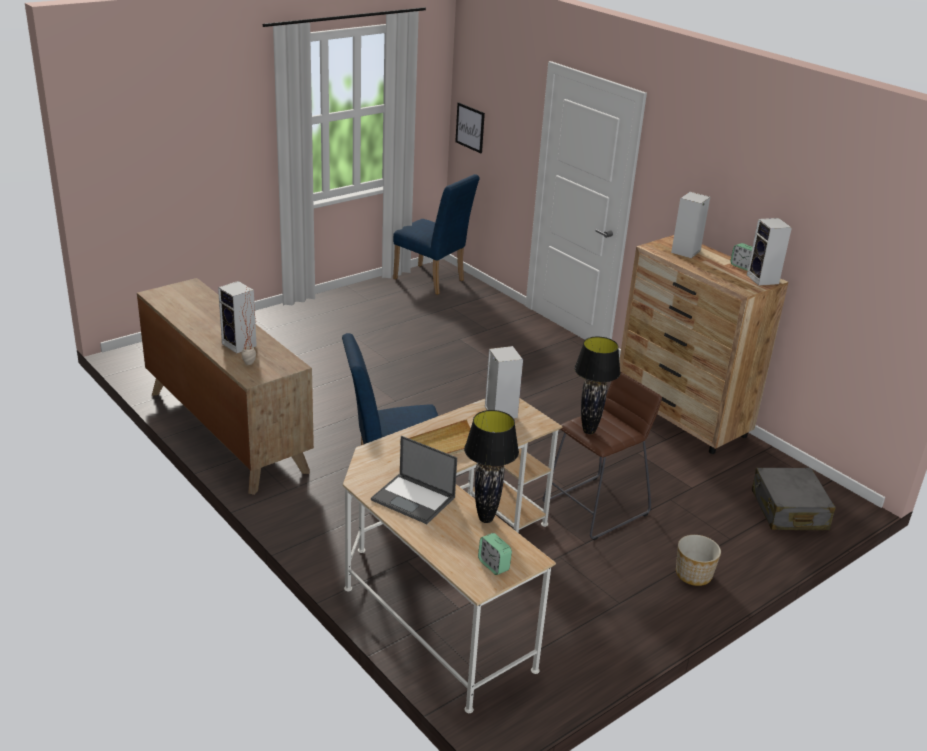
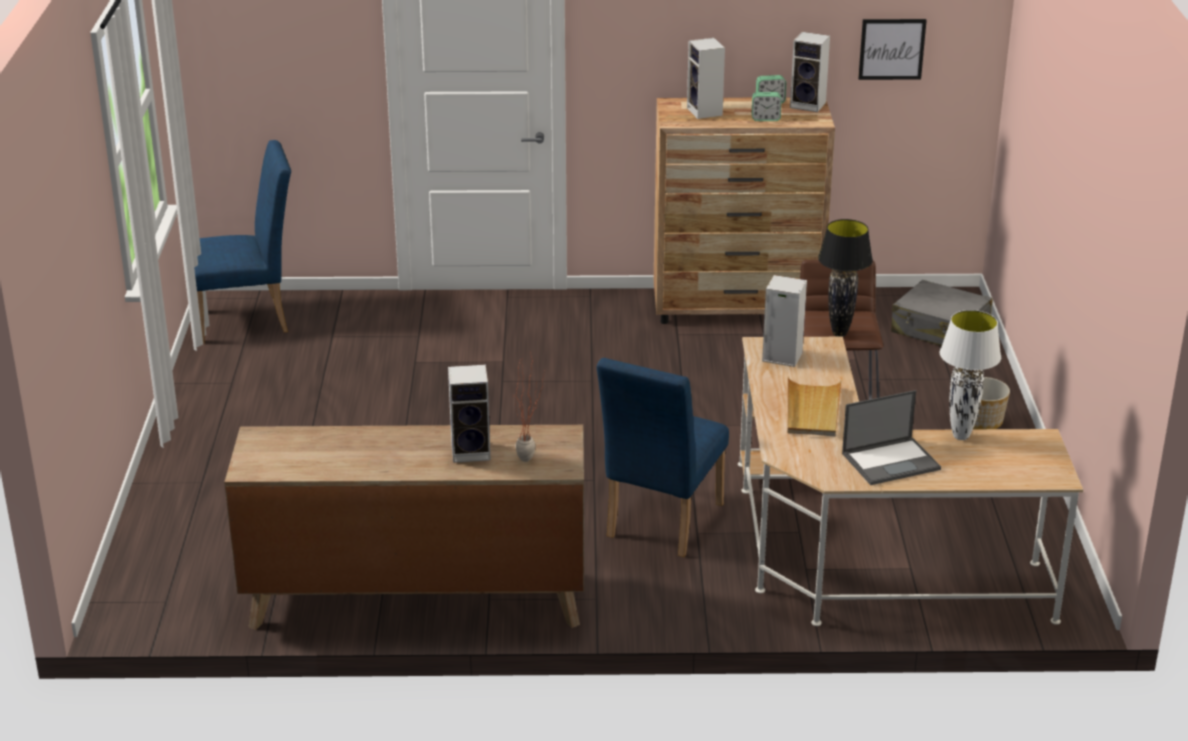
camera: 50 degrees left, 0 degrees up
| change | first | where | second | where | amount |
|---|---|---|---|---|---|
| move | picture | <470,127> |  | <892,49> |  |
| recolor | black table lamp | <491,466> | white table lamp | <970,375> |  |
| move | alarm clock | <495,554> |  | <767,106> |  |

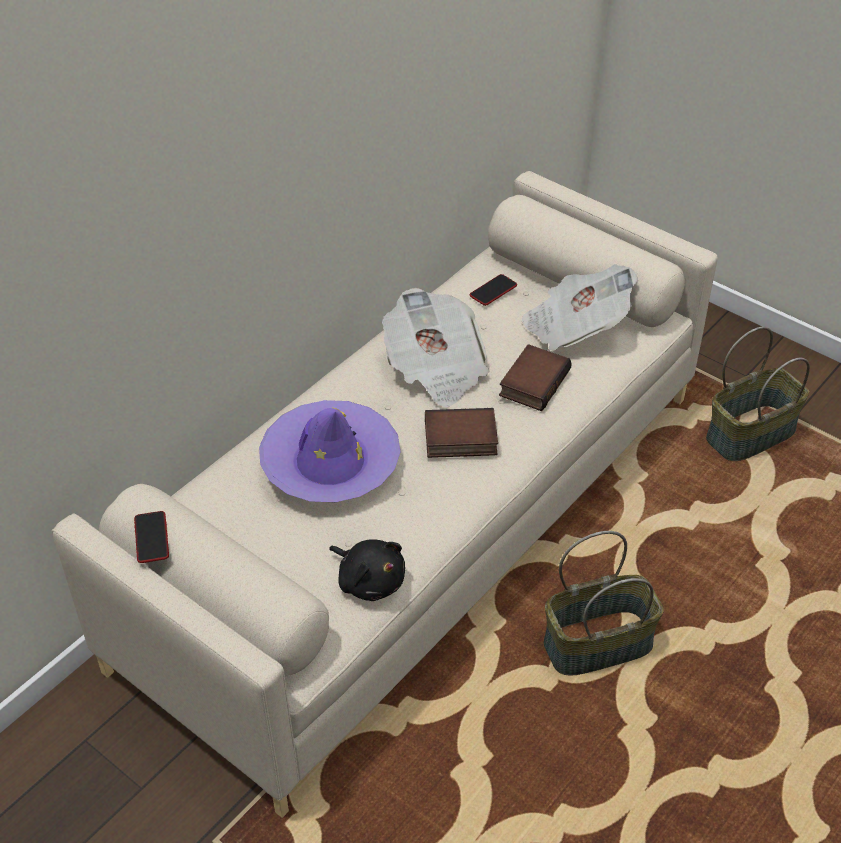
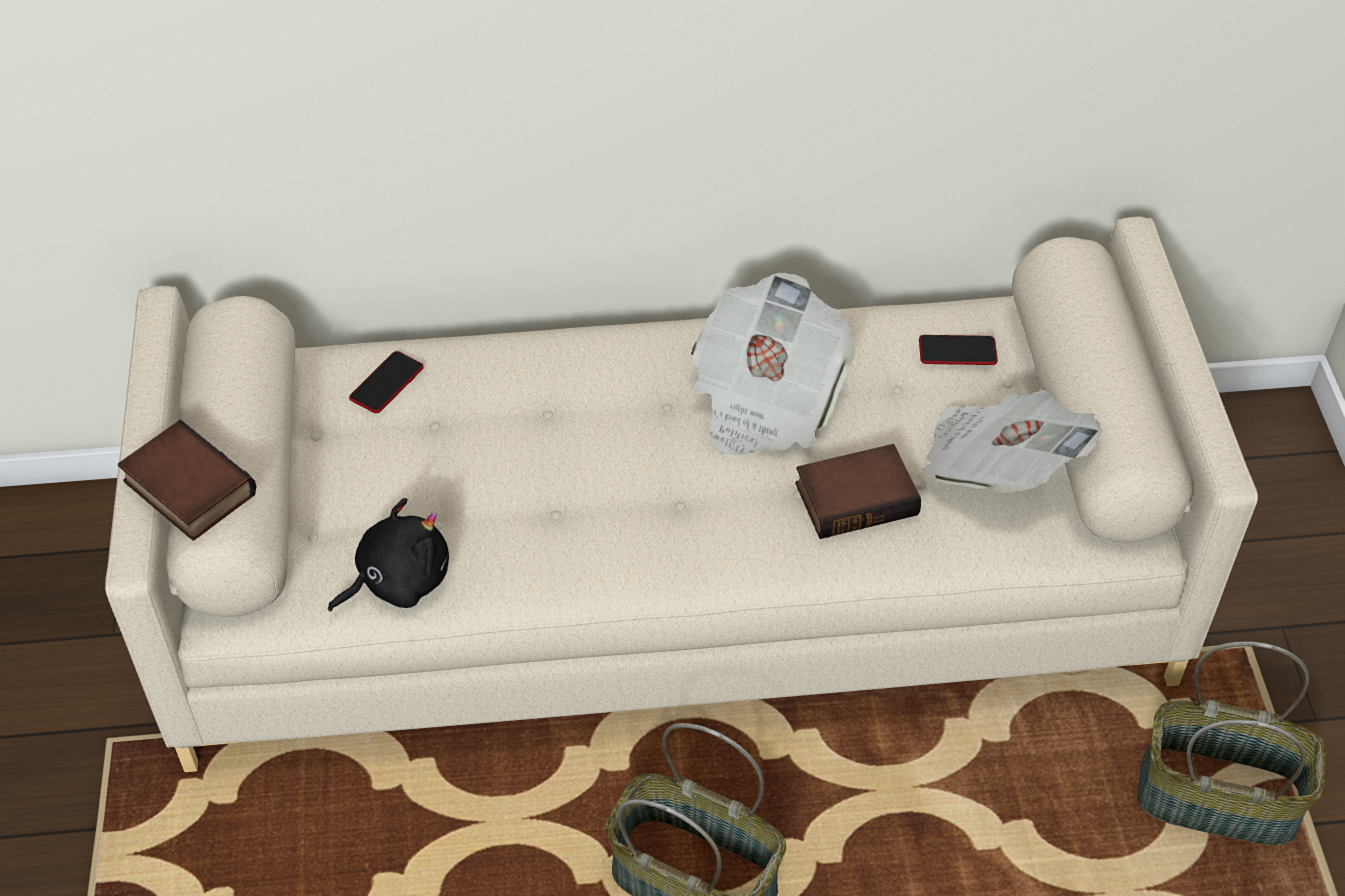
camera: 45 degrees right, 5 degrees up
| change | first | where | second | where | amount |
|---|---|---|---|---|---|
| delete | purple hat | <330,451> |  |  |  |
| move | book | <461,433> |  | <187,480> |  |
| move | phone | <151,537> |  | <386,382> |  |
| rotate | black plush toy | <367,570> |  | <388,555> | 120 degrees counterclockwise |

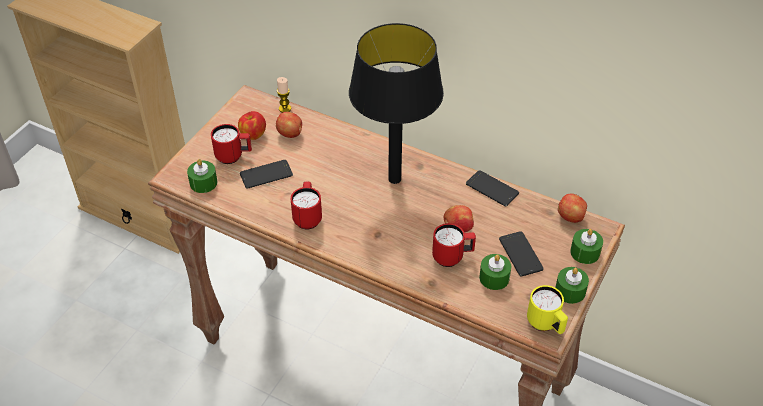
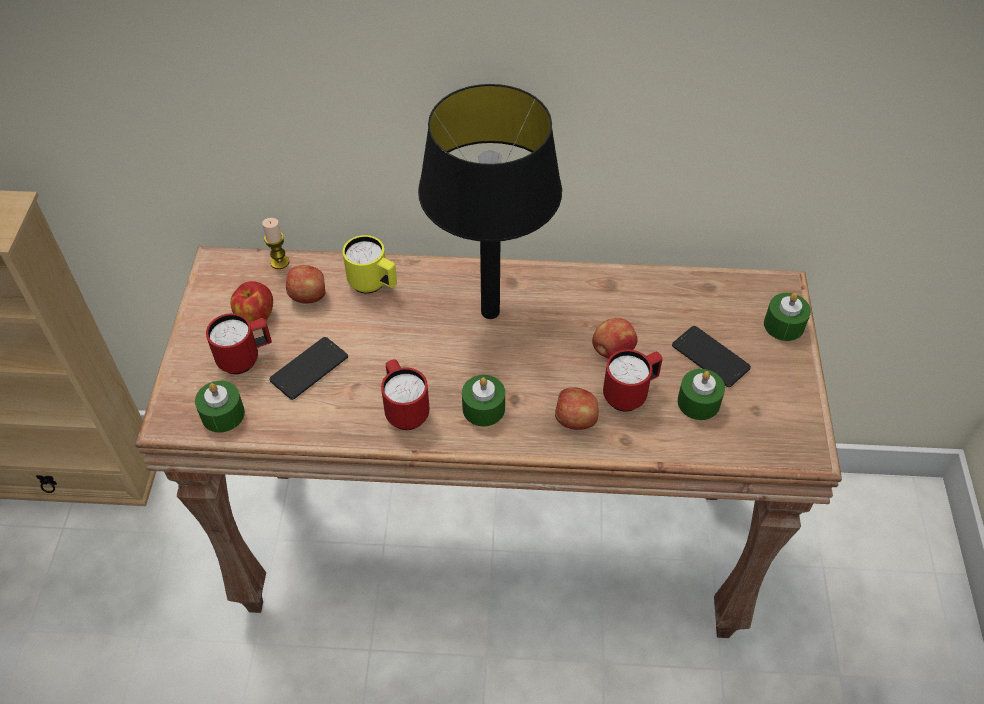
camera: 25 degrees left, 5 degrees up
| change | first | where | second | where | amount |
|---|---|---|---|---|---|
| delete | phone | <492,188> |  |  |  |
| move | apple | <572,208> |  | <577,408> |  |
| move | green candle | <572,285> |  | <483,400> |  |
| move | yellow mug | <547,309> |  | <369,264> |  |

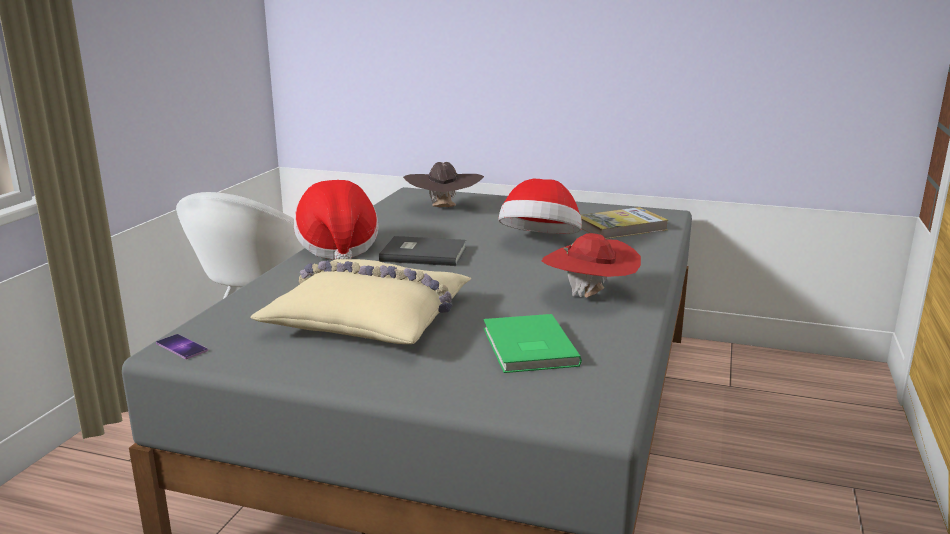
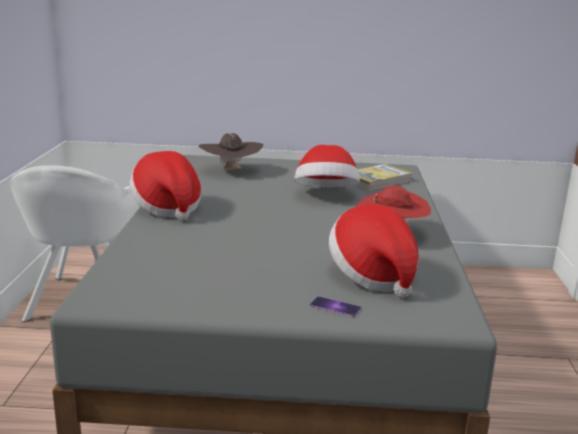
camera: 15 degrees left, 0 degrees up
| change | first | where | second | where | amount |
|---|---|---|---|---|---|
| delete | grey book | <422,251> |  |  |  |
| delete | beige pillow | <360,301> |  |  |  |
| replace | green book | <532,343> | hat | <374,251> |  |
| move | phone | <182,346> |  | <335,306> |  |

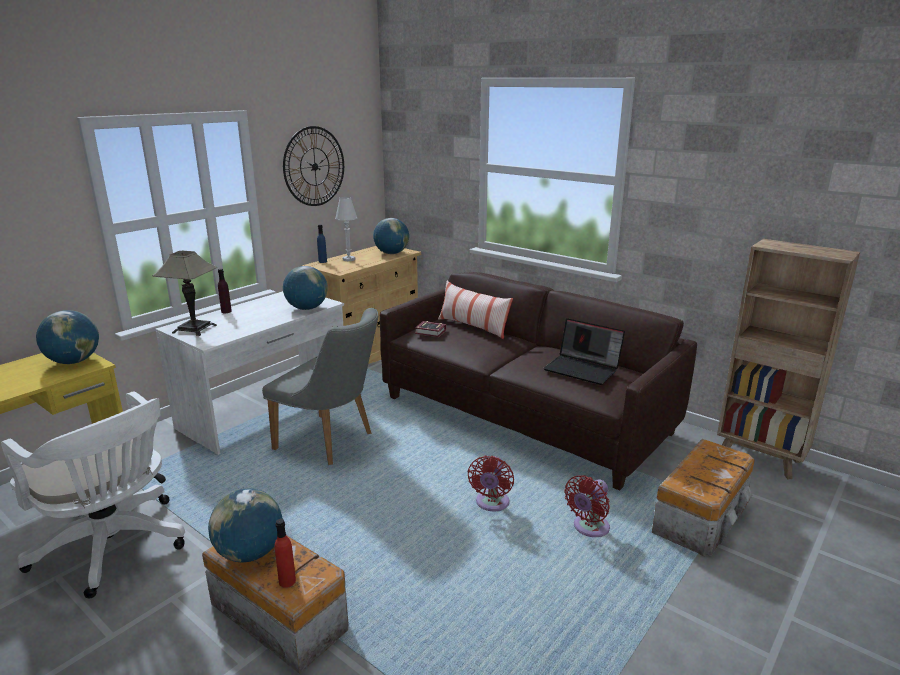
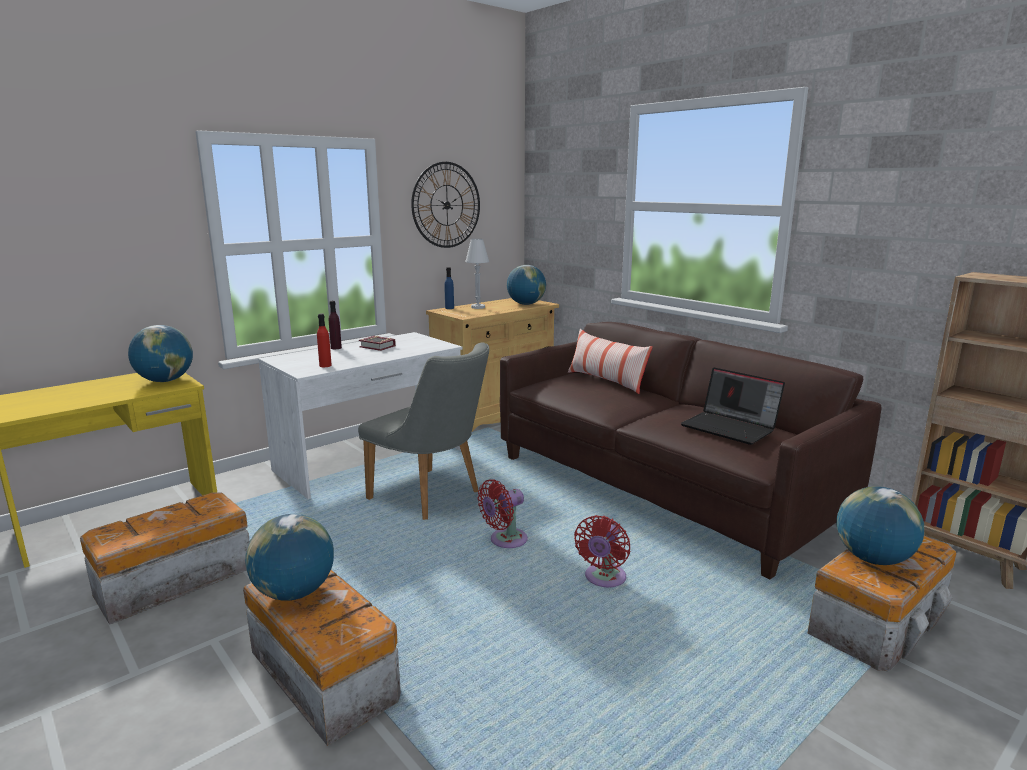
camera: 10 degrees right, 5 degrees down
| change | first | where | second | where | amount |
|---|---|---|---|---|---|
| delete | table lamp | <184,293> |  |  |  |
| move | globe | <305,288> |  | <880,525> |  |
| move | book | <430,329> |  | <377,343> |  |
| replace | white office chair | <93,494> | storage box | <165,558> |  |
| move | red fan | <587,506> |  | <503,513> |  |
| move | red bottle | <285,553> |  | <324,340> |  |

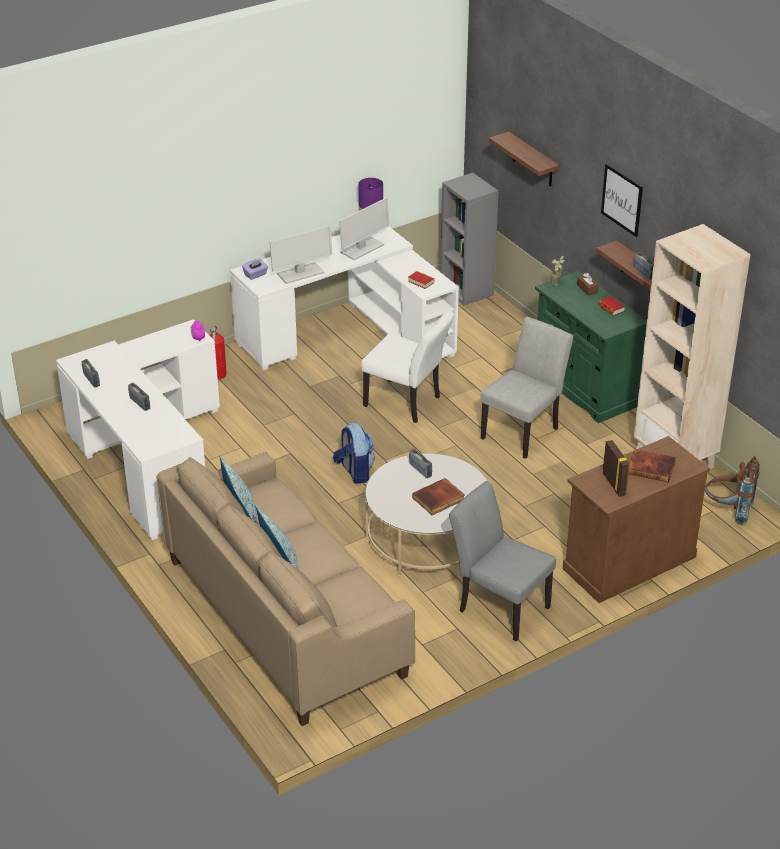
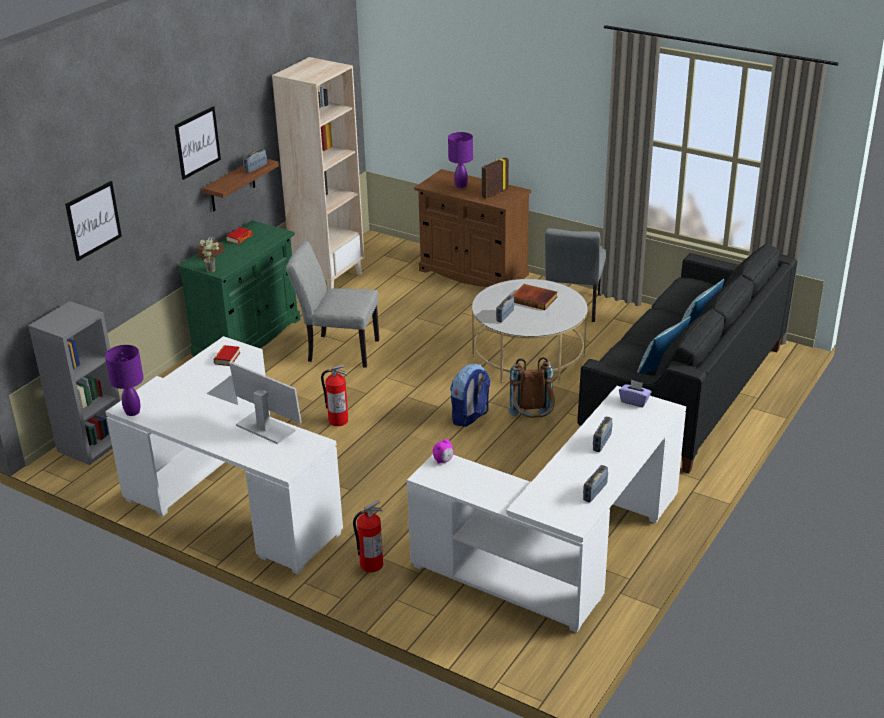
camera: 115 degrees left, 5 degrees down
| change | first | where | second | where | amount |
|---|---|---|---|---|---|
| replace | shelf | <524,159> | picture | <93,221> |  |
| delete | monitor | <364,229> |  |  |  |
| move | purple tissue box | <255,269> |  | <635,393> |  |
| replace | white chair | <407,367> | fire extinguisher | <334,395> |  |
| replace | book | <652,466> | purple table lamp | <460,160> |  |
| recolor | beige sofa | <285,589> | black sofa | <687,358> |  |
| move | brown backpack | <732,490> |  | <531,387> |  |

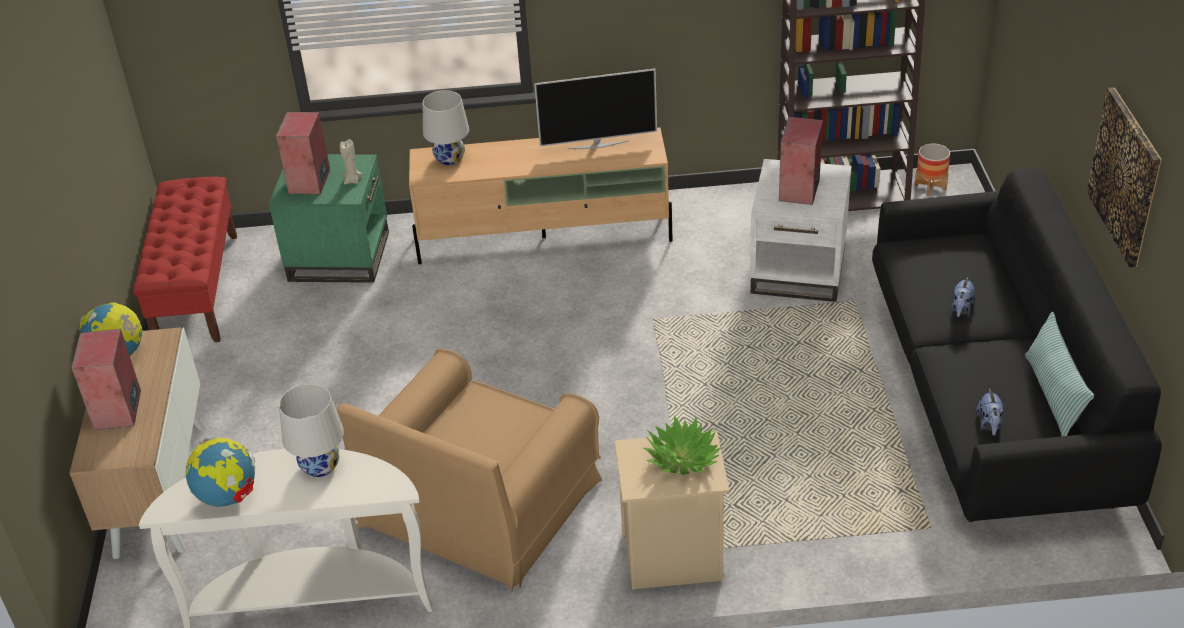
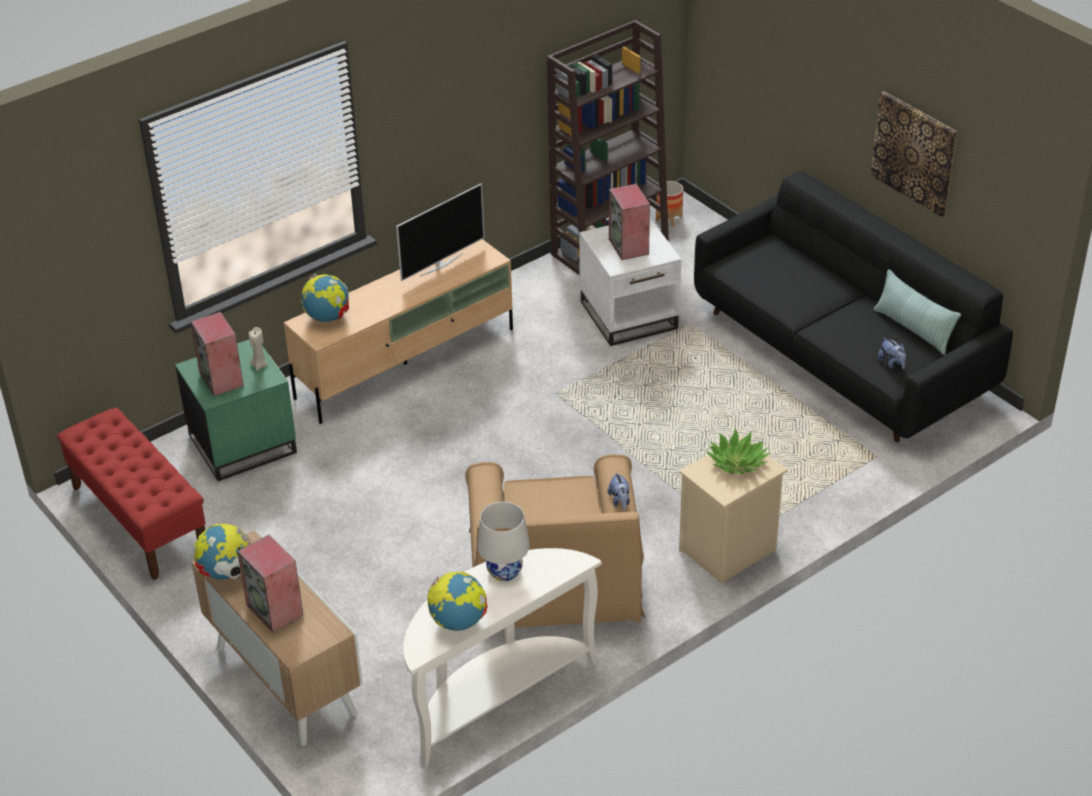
camera: 35 degrees left, 0 degrees up
| change | first | where | second | where | amount |
|---|---|---|---|---|---|
| replace | white table lamp | <446,127> | globe | <325,298> |  |
| move | plush toy | <964,297> |  | <619,491> |  |

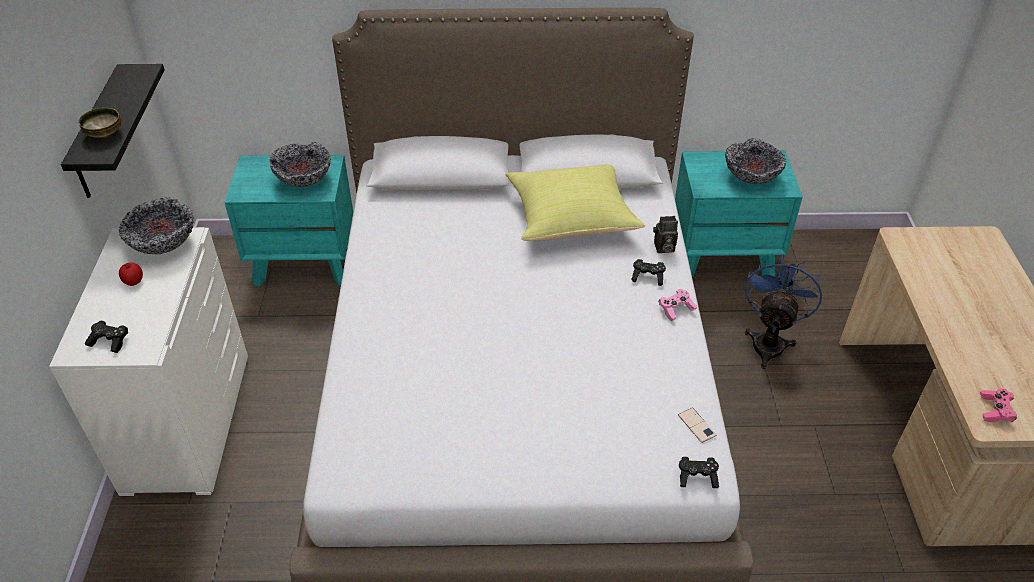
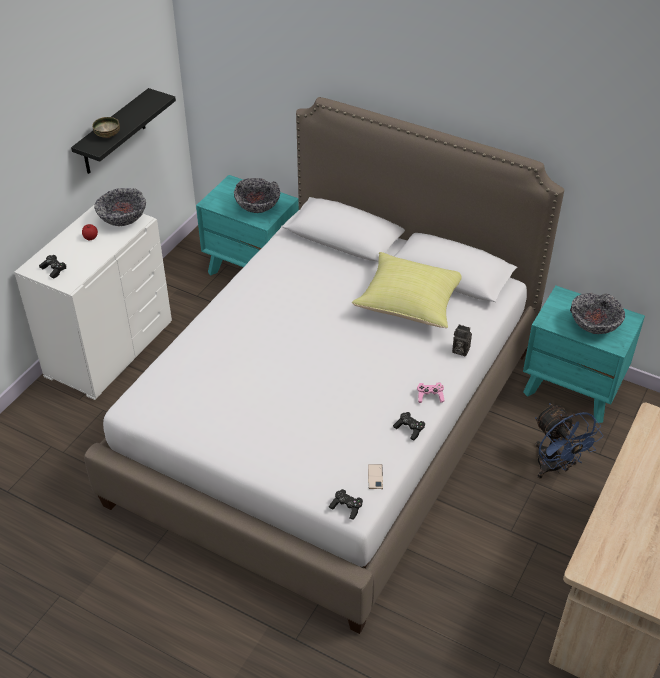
camera: 30 degrees right, 0 degrees up
| change | first | where | second | where | amount |
|---|---|---|---|---|---|
| rotate | blue fan | <783,312> |  | <569,441> | 105 degrees clockwise |
| move | black game controller | <648,272> |  | <409,426> |  |
| delete | pink game controller | <998,405> |  |  |  |

